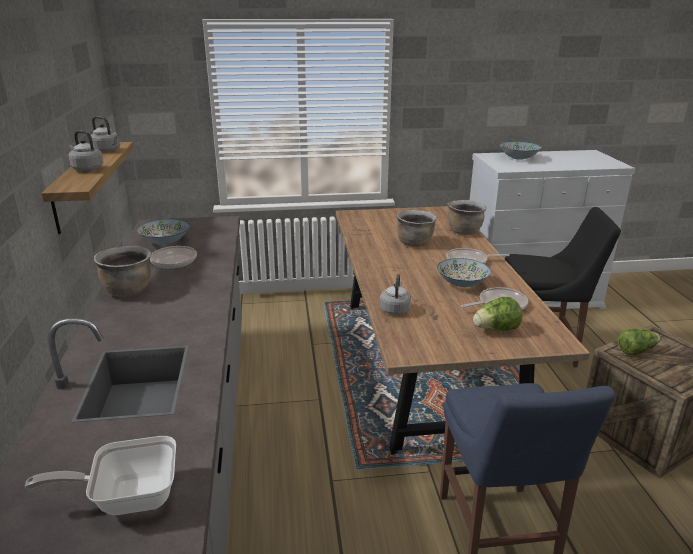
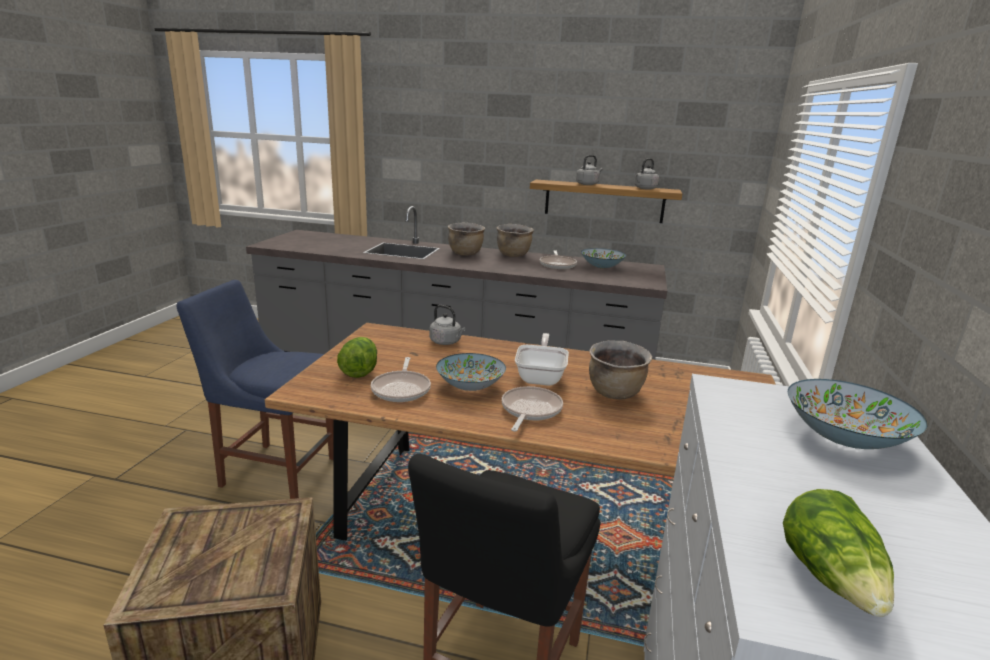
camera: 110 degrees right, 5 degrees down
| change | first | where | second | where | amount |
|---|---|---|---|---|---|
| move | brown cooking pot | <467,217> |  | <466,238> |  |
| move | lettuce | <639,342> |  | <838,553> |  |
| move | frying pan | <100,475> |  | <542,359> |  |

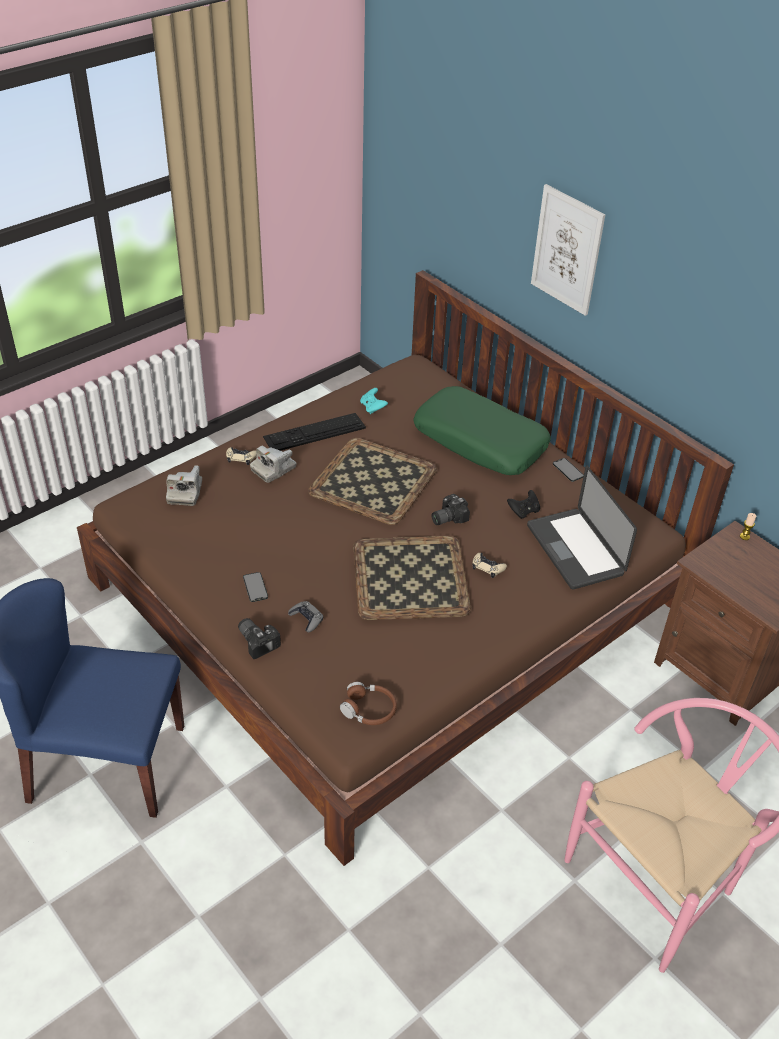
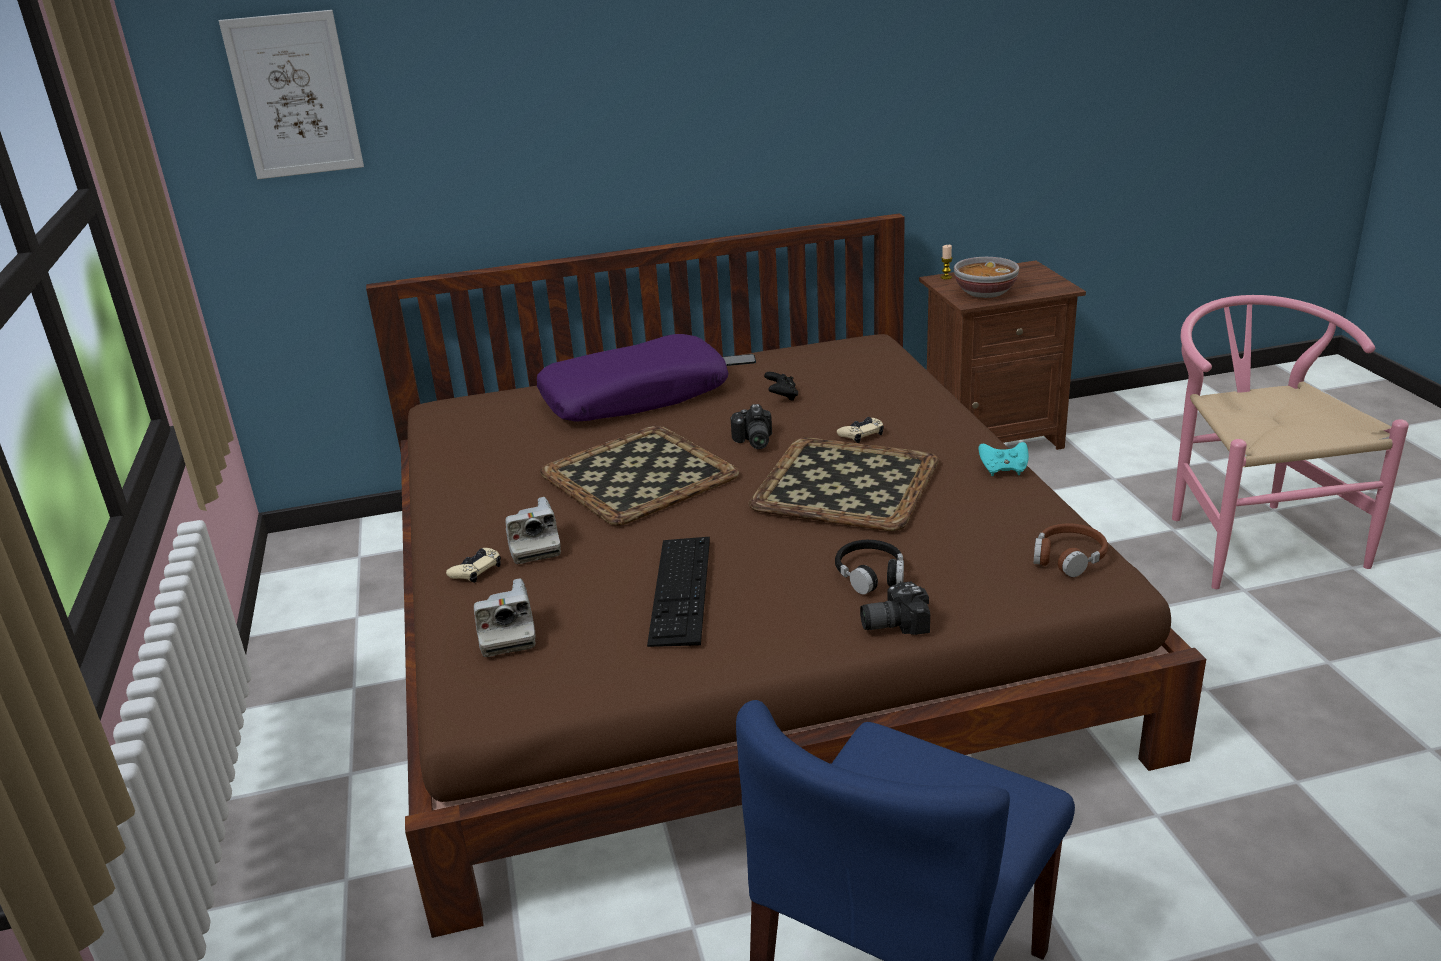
camera: 60 degrees left, 15 degrees down
| change | first | where | second | where | amount |
|---|---|---|---|---|---|
| move | picture | <568,250> |  | <291,94> |  |
| recolor | green pillow | <482,430> | purple pillow | <632,378> |  |
| move | turquoise game controller | <374,401> |  | <1004,459> |  |
| move | keyboard | <314,432> |  | <678,592> |  |
| delete | laptop | <582,527> |  |  |  |
| rotate | photo camera | <184,486> |  | <505,617> | 45 degrees clockwise |
| delete | phone | <255,587> |  |  |  |
| replace | grey game controller | <306,616> | black headphones | <869,567> |  |
| insert |  |  | bowl | <986,277> |  |

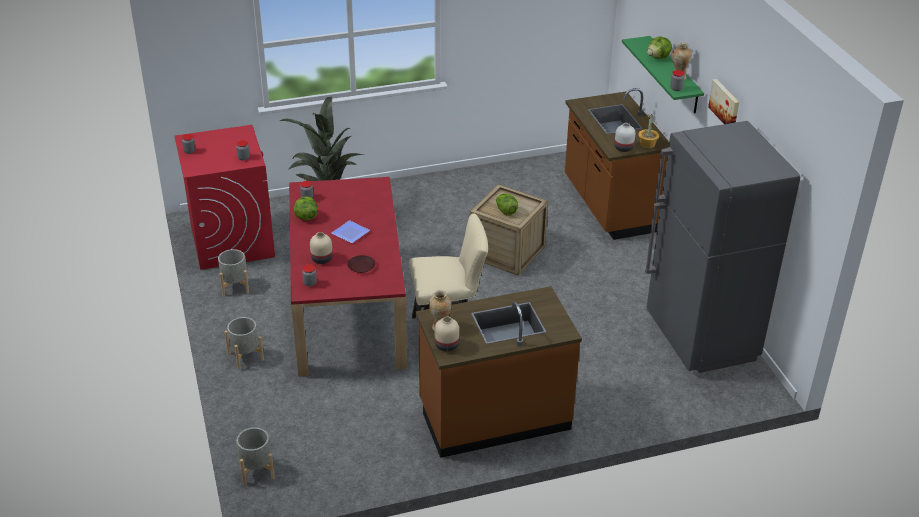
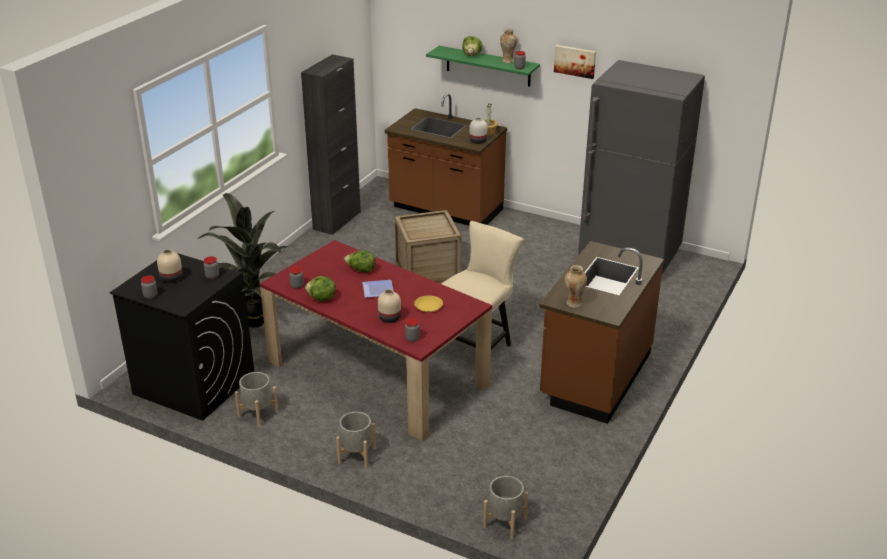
camera: 45 degrees left, 5 degrees down
| change | first | where | second | where | amount |
|---|---|---|---|---|---|
| recolor | red washing machine | <224,197> | black washing machine | <182,337> |  |
| move | lettuce | <507,204> |  | <360,261> |  |
| recolor | brown plate | <361,264> | yellow plate | <428,303> |  |
| move | beige vase | <447,334> |  | <169,266> |  |
| insert |  |  | black cabinet | <331,144> |  |

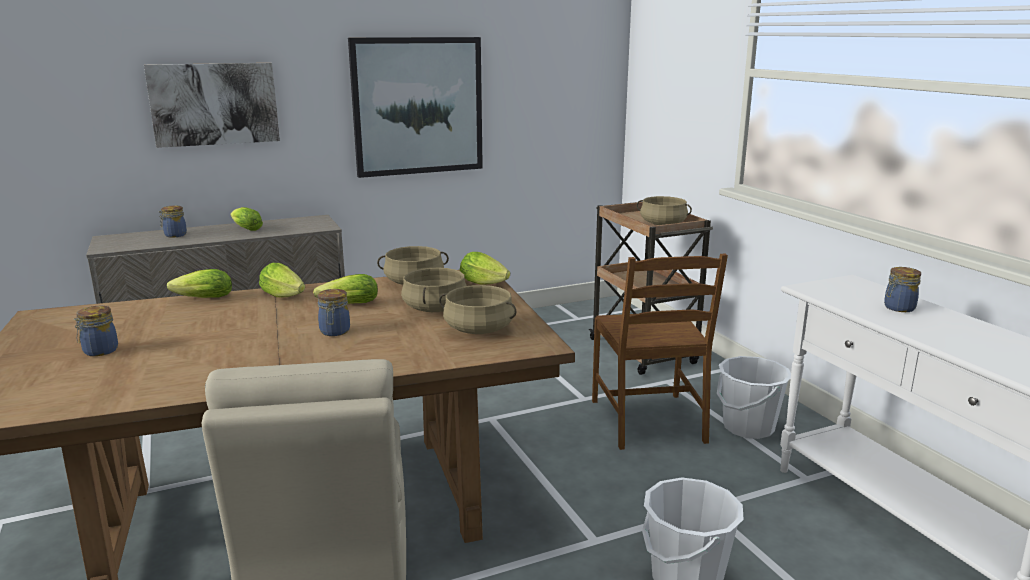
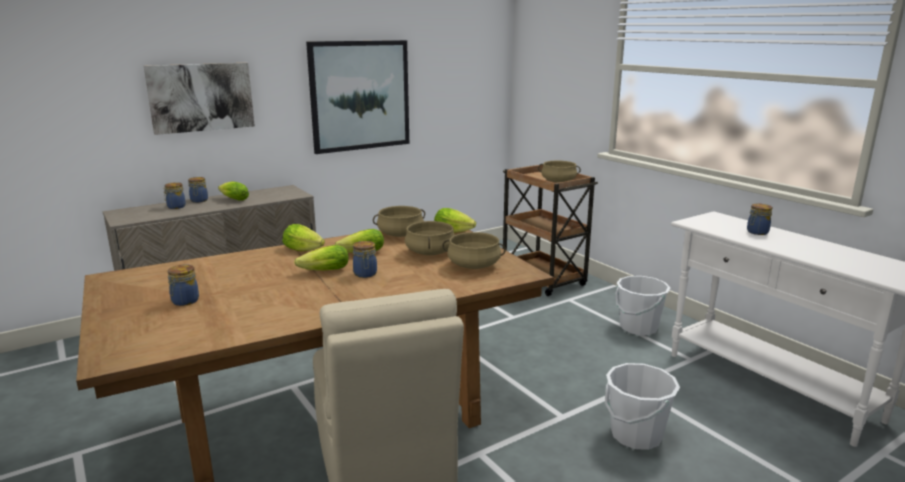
camera: 10 degrees left, 0 degrees up
| change | first | where | second | where | amount |
|---|---|---|---|---|---|
| delete | brown chair | <660,352> |  |  |  |
| move | lettuce | <199,283> |  | <321,257> |  |
| insert |  |  | jar | <198,190> |  |

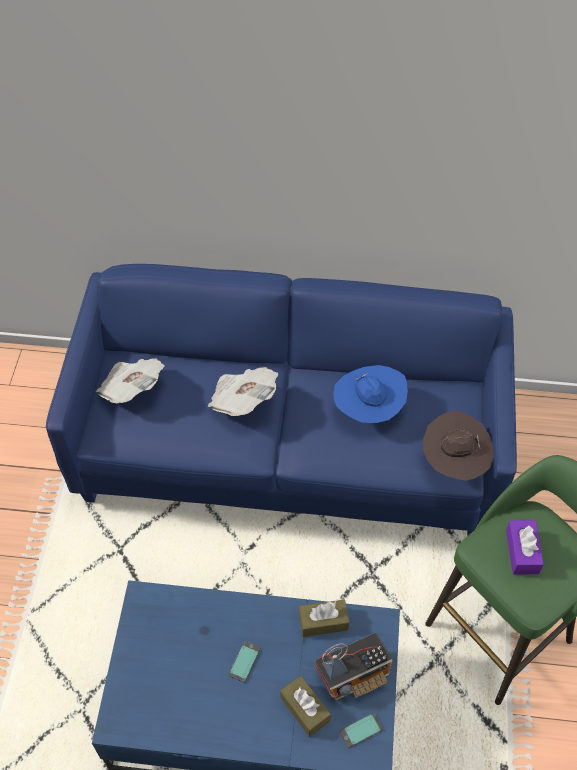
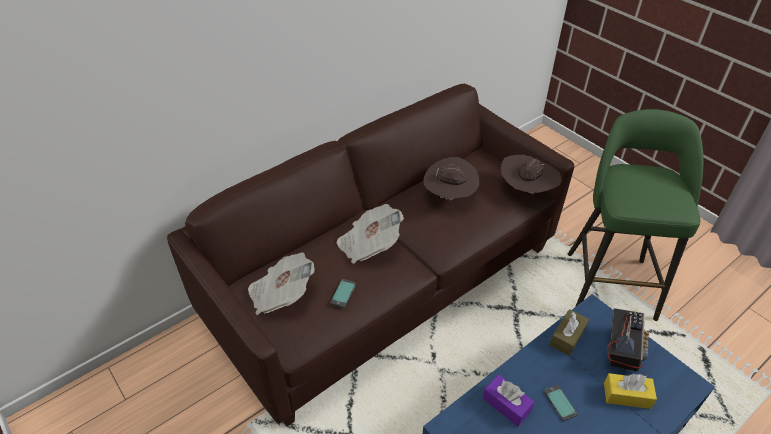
camera: 45 degrees left, 10 degrees down
| change | first | where | second | where | amount |
|---|---|---|---|---|---|
| recolor | blue sofa | <281,400> | brown sofa | <370,255> |  |
| recolor | blue hat | <370,394> | brown hat | <451,178> |  |
| move | purple tissue box | <525,547> |  | <508,400> |  |
| recolor | brown tissue box | <305,706> | yellow tissue box | <630,391> |  |
| move | phone | <361,730> |  | <343,293> |  |

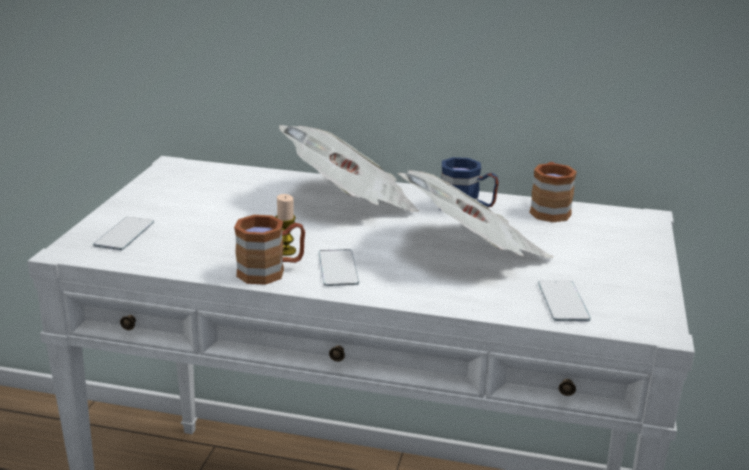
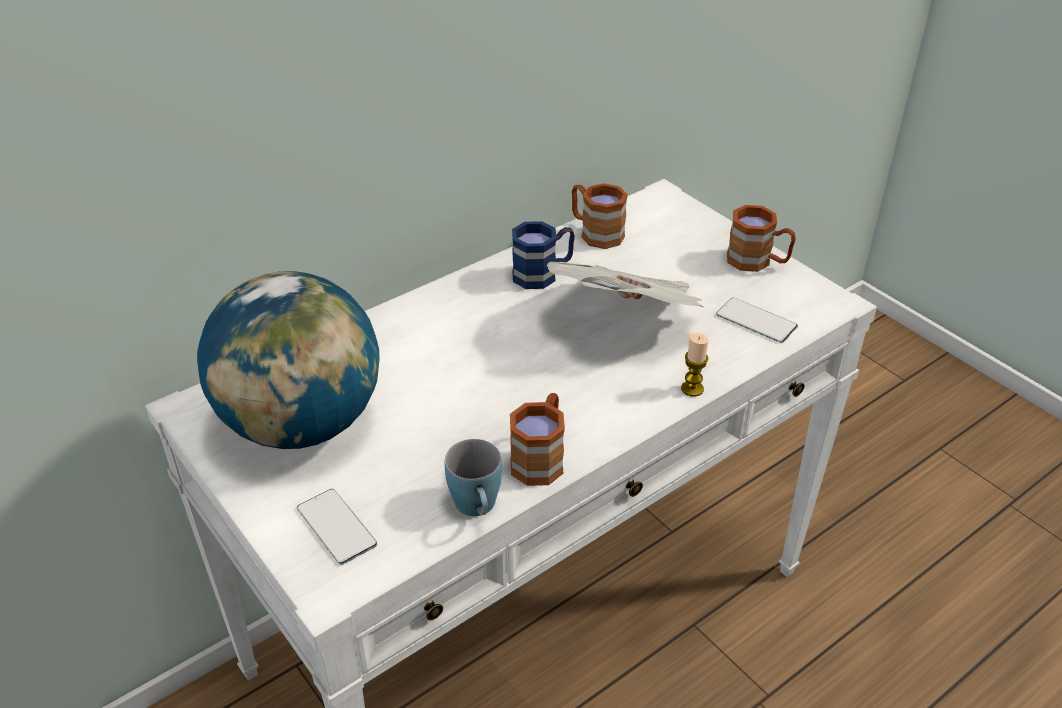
camera: 50 degrees left, 15 degrees up
| change | first | where | second | where | amount |
|---|---|---|---|---|---|
| delete | newspaper | <349,168> |  |  |  |
| move | candle | <286,225> |  | <694,365> |  |
| delete | phone | <339,267> |  |  |  |
| insert |  |  | brown mug | <761,238> |  |
| insert |  |  | globe | <288,360> |  |
| insert |  |  | blue mug | <473,477> |  |

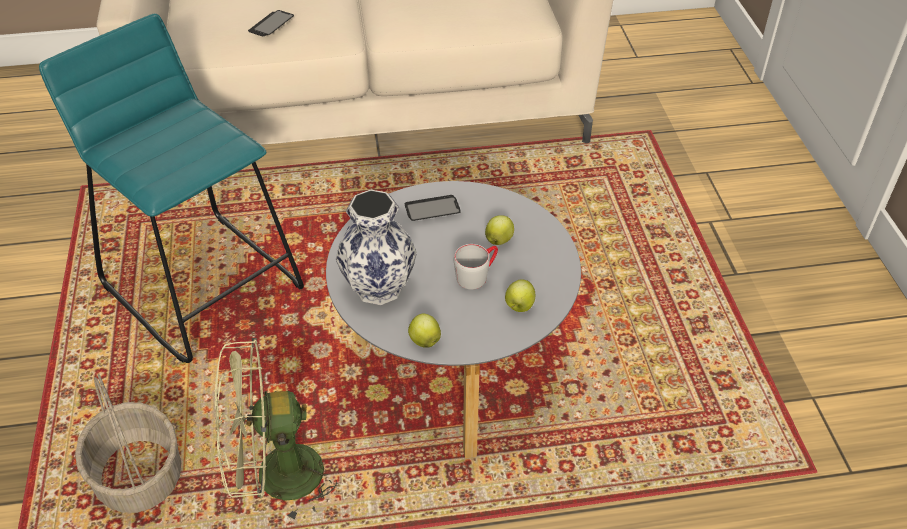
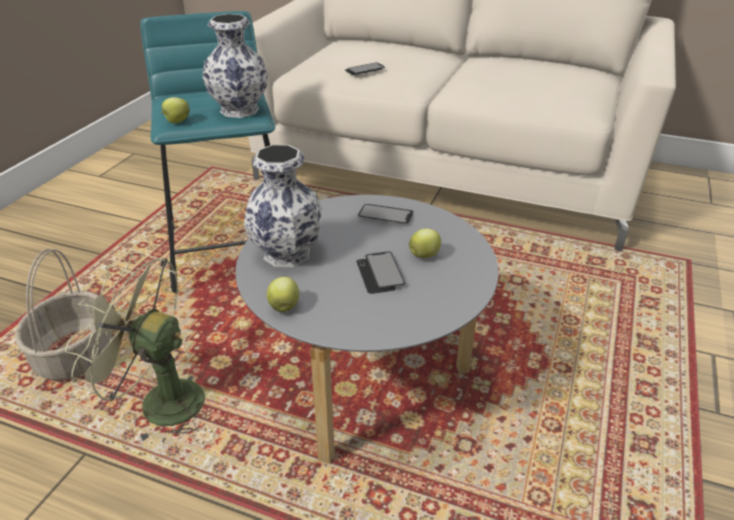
camera: 30 degrees right, 10 degrees down
| change | first | where | second | where | amount |
|---|---|---|---|---|---|
| replace | grey mug | <476,266> | phone | <380,273> |  |
| move | apple | <520,295> |  | <175,110> |  |
| insert |  |  | vase | <235,66> |  |

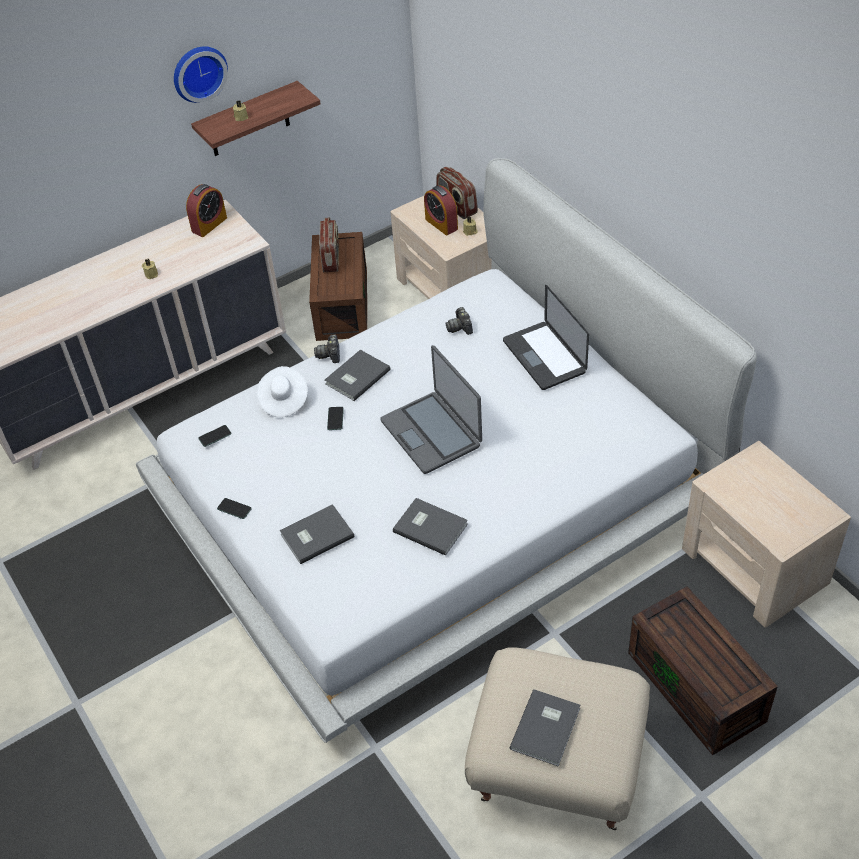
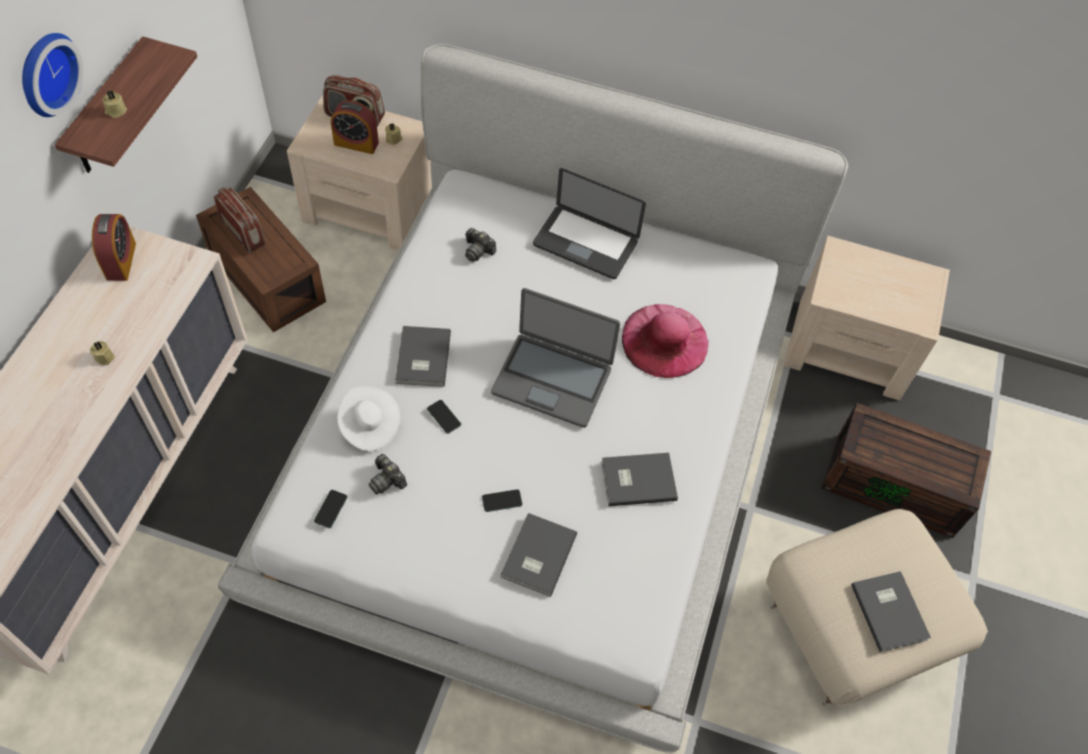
camera: 45 degrees left, 10 degrees up
| change | first | where | second | where | amount |
|---|---|---|---|---|---|
| move | photo camera | <327,348> |  | <388,474> |  |
| move | phone | <234,508> |  | <502,500> |  |
| insert |  |  | pink hat | <665,341> |  |

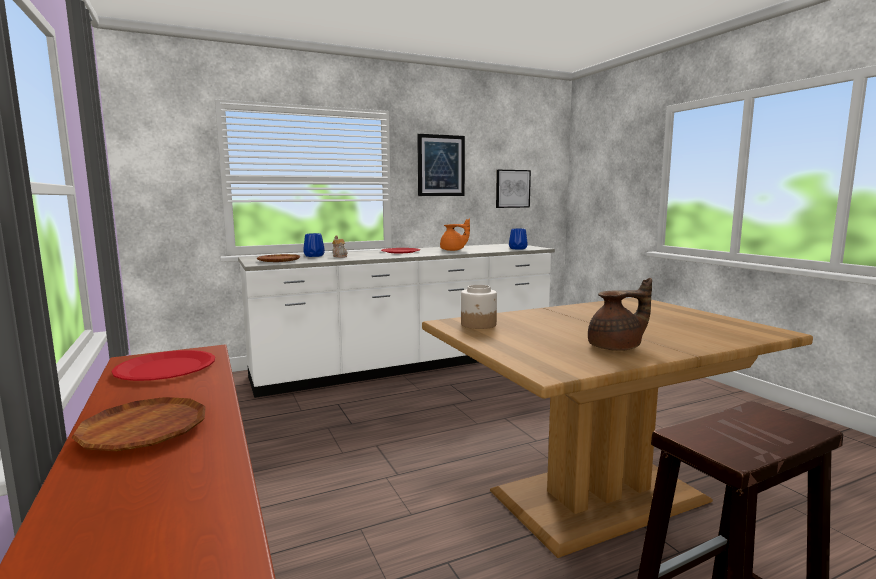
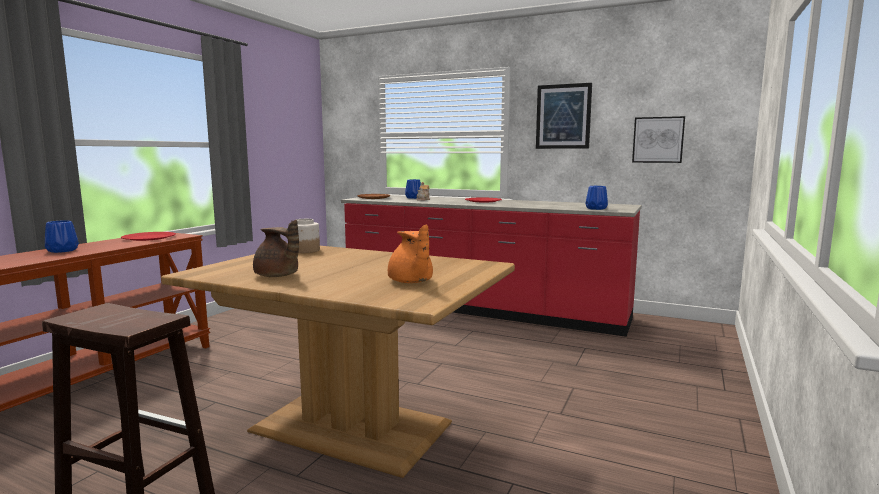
camera: 50 degrees right, 0 degrees up
| change | first | where | second | where | amount |
|---|---|---|---|---|---|
| move | orange teapot | <455,234> |  | <410,253> |  |
| recolor | white counter | <396,321> | red counter | <491,266> |  |
| replace | brown plate | <138,424> | blue vase | <62,236> |  |

